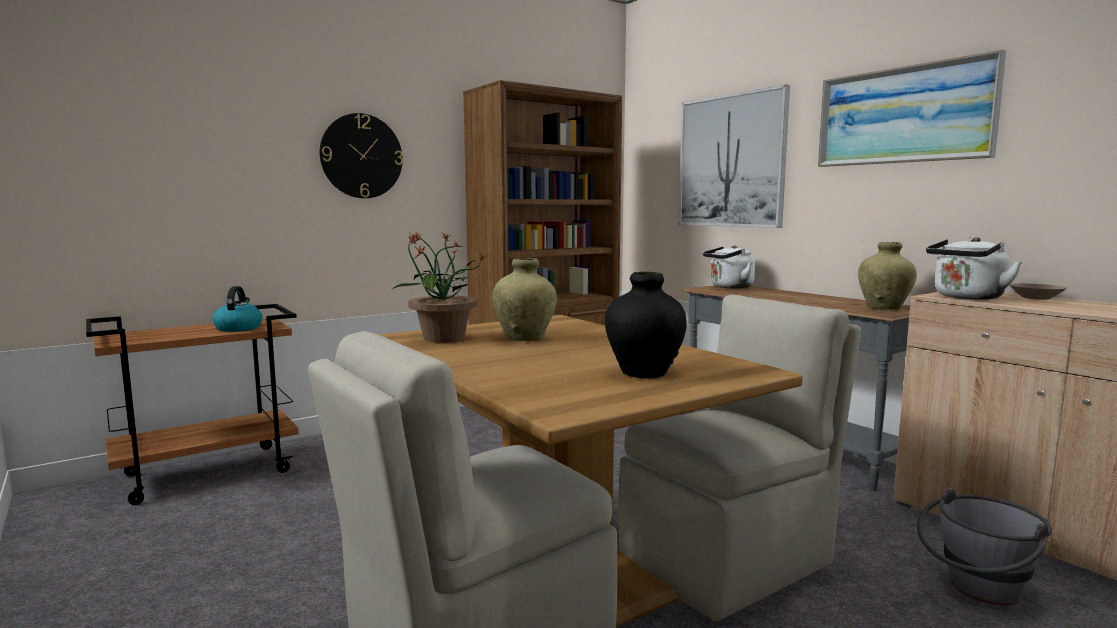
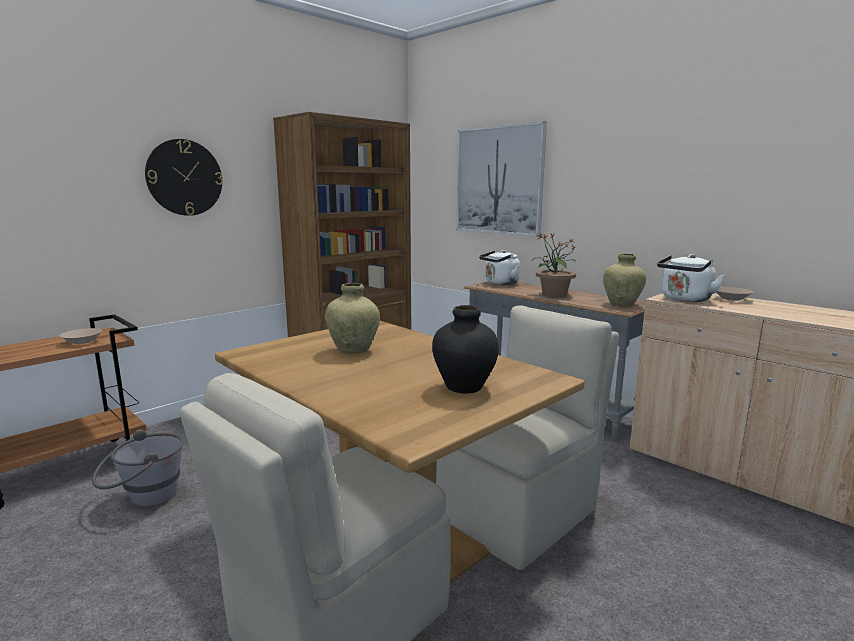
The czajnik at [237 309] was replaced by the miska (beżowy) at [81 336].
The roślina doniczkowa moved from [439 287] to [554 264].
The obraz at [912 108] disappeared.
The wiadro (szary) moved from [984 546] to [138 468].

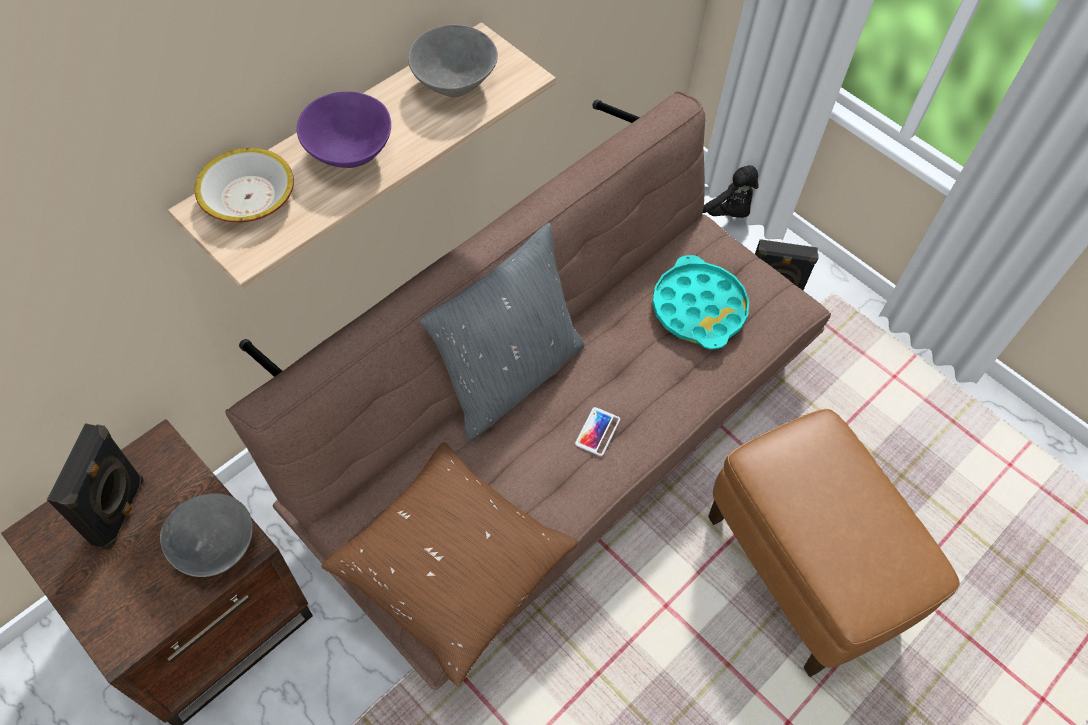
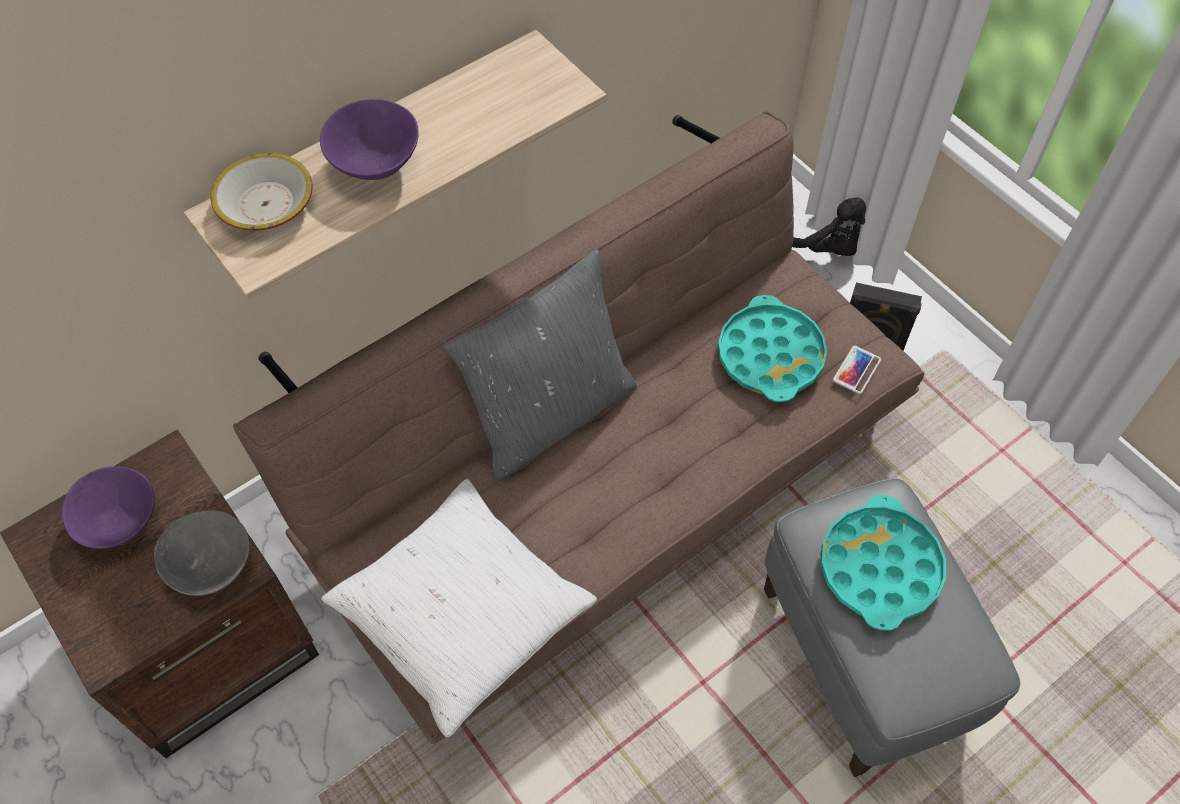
The głośnik (czarny) at [95 486] was replaced by the miska (fioletowy) at [108 507].
The poduszka (brązowy) at [449 564] became the poduszka (biały) at [459 608].
The miska (szary) at [453 61] disappeared.
The telefon moved from [597 431] to [857 370].
The pufa (brązowy) at [834 543] became the pufa (szary) at [892 627].
The taca (turkusowy) at [883 563] appeared.

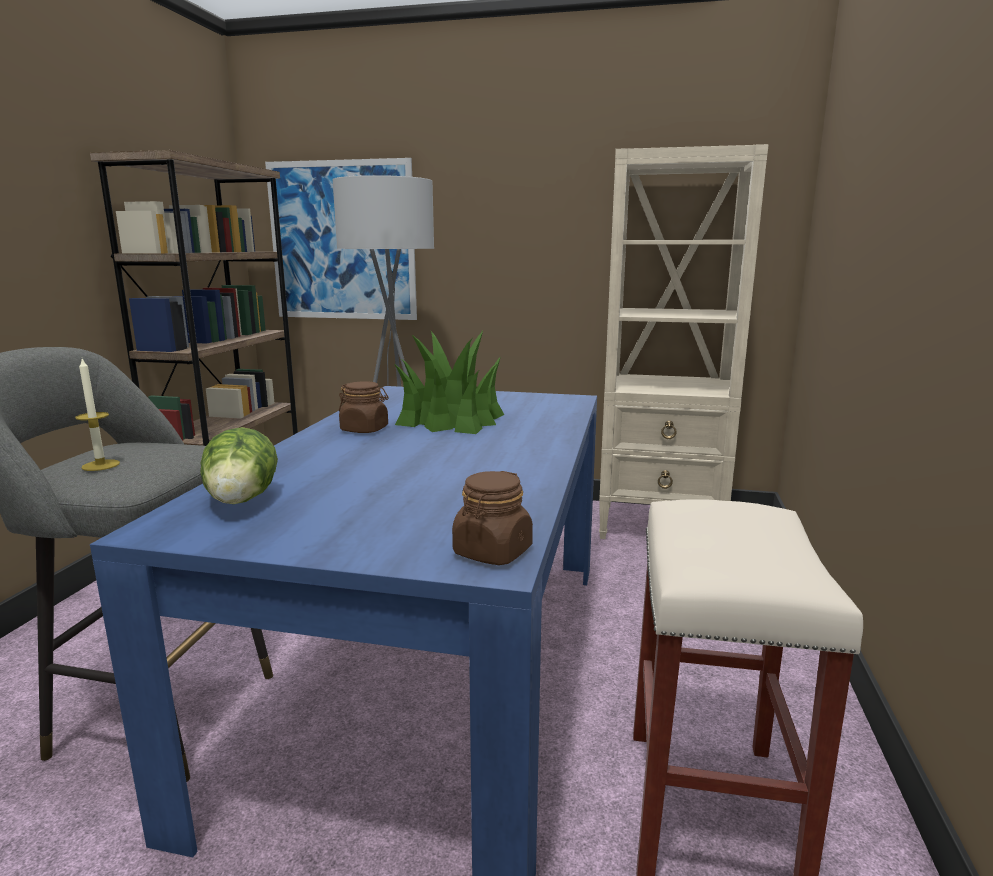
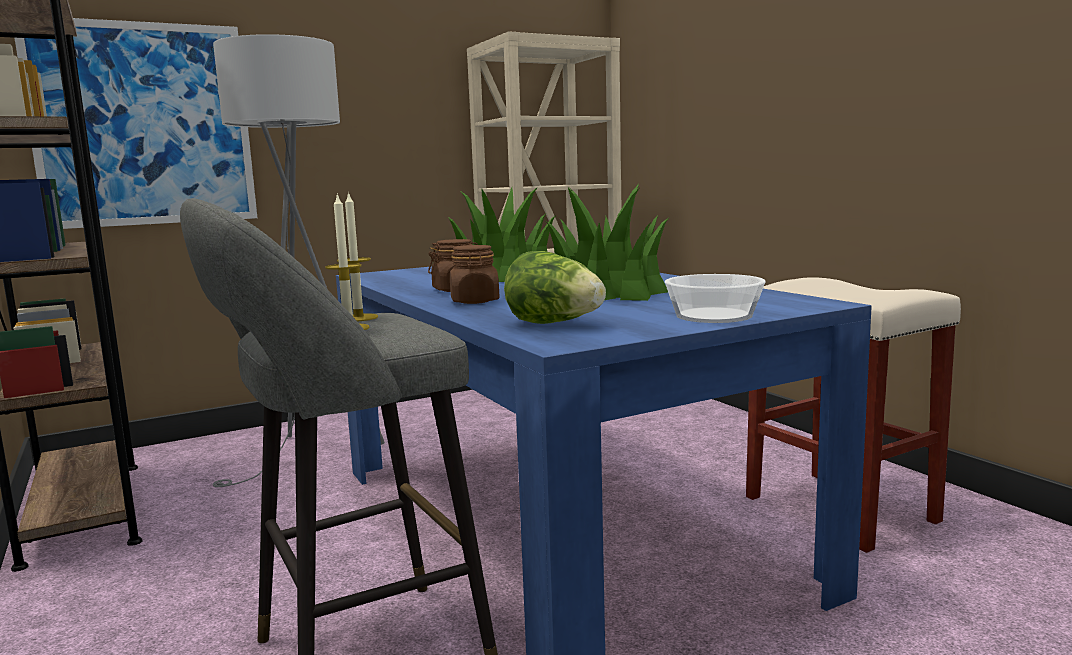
The słoik (brązowy) moved from [492 518] to [475 274].
The świeca at [357 256] appeared.
The roślina doniczkowa at [607 242] appeared.
The miska at [715 298] appeared.

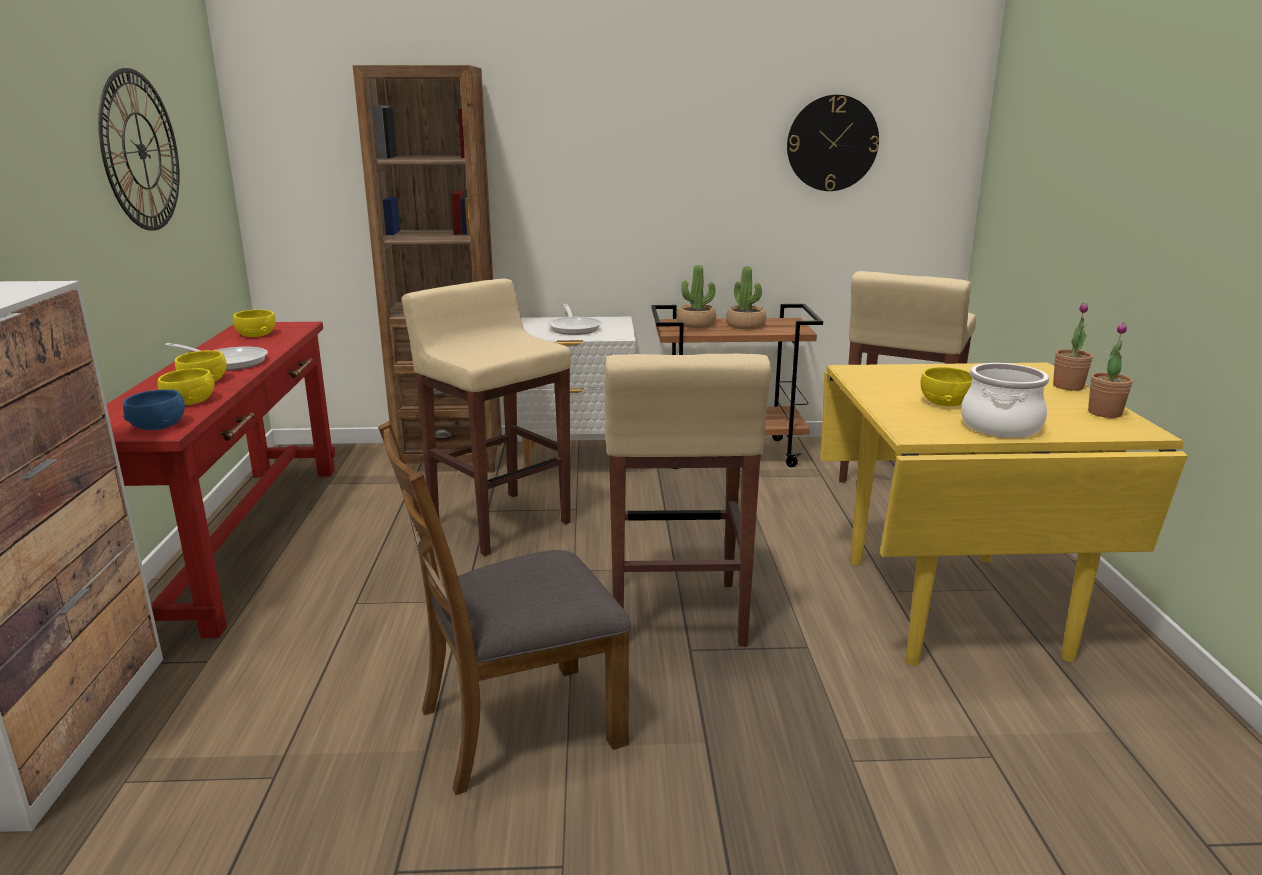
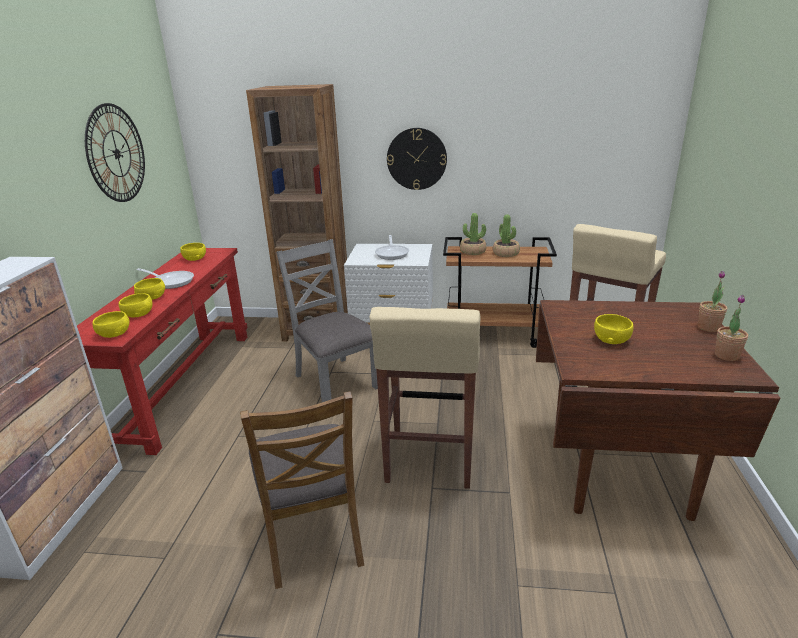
The miska (niebieski) at [154 409] became the miska (żółty) at [111 324].
The krzesło (brązowy) at [505 608] turned 90 degrees counterclockwise.
The stołek (beżowy) at [486 417] was replaced by the krzesło (szary) at [327 320].
The zegar ścienny moved from [833 143] to [417 159].
The stół jadalny (żółty) at [1004 514] became the stół jadalny (brązowy) at [658 410].
The garnek at [1005 400] disappeared.

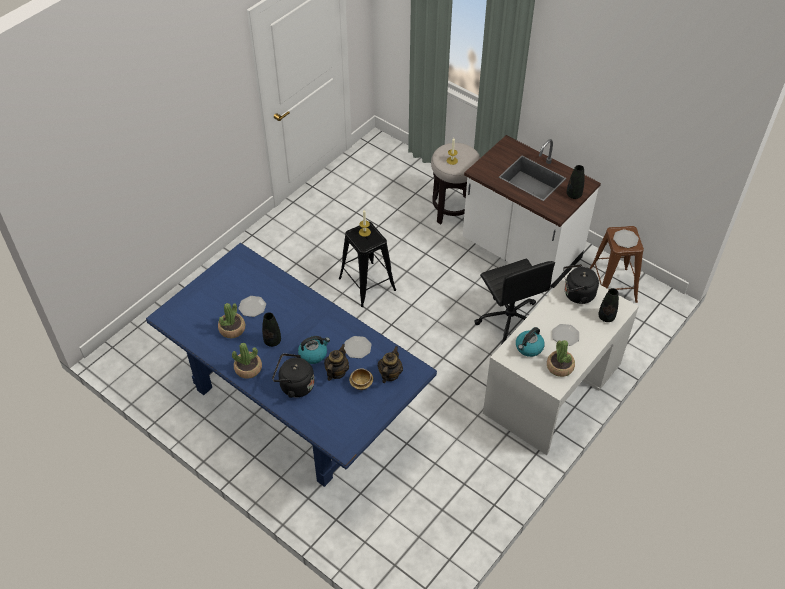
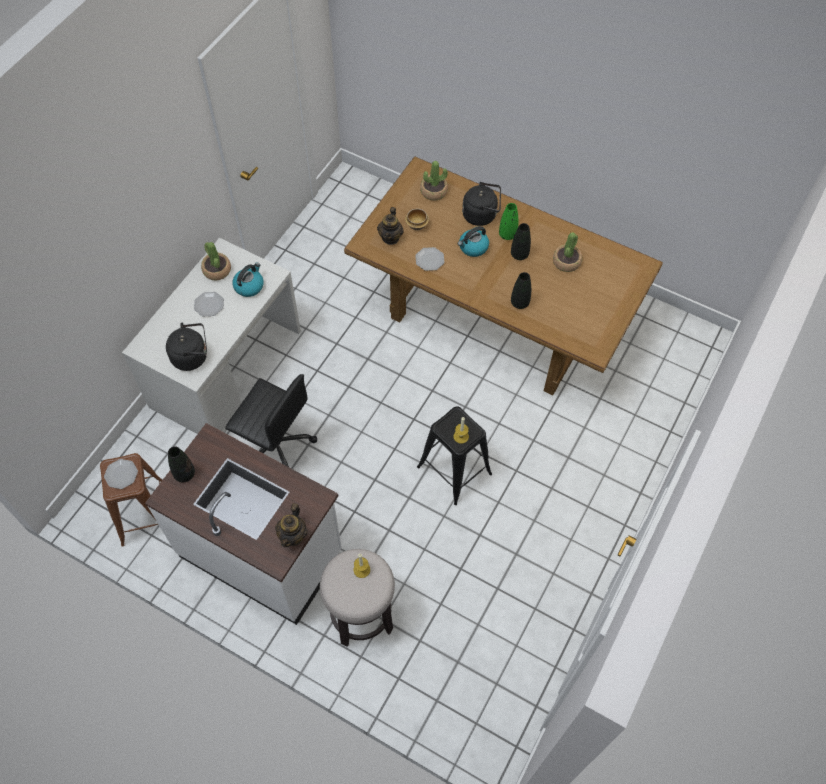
The stół jadalny (niebieski) at [291 365] became the stół jadalny (brązowy) at [503 275].
The roślina doniczkowa moved from [247 361] to [434 181].
The talerz at [252 306] disappeared.
The imbryk moved from [336 362] to [291 525].
The krzesło biurowe (czarny) at [515 302] turned 150 degrees clockwise.
The wazon (czarny) moved from [608 305] to [521 290].
The wazon (zielony) at [508 221] appeared.

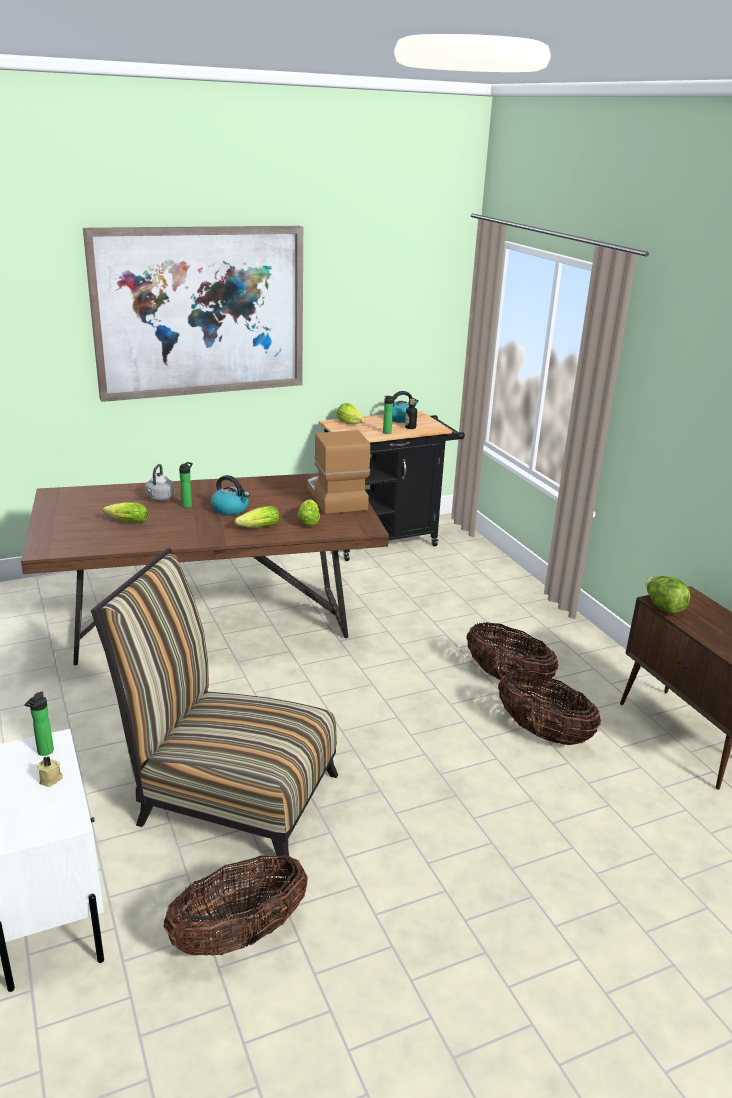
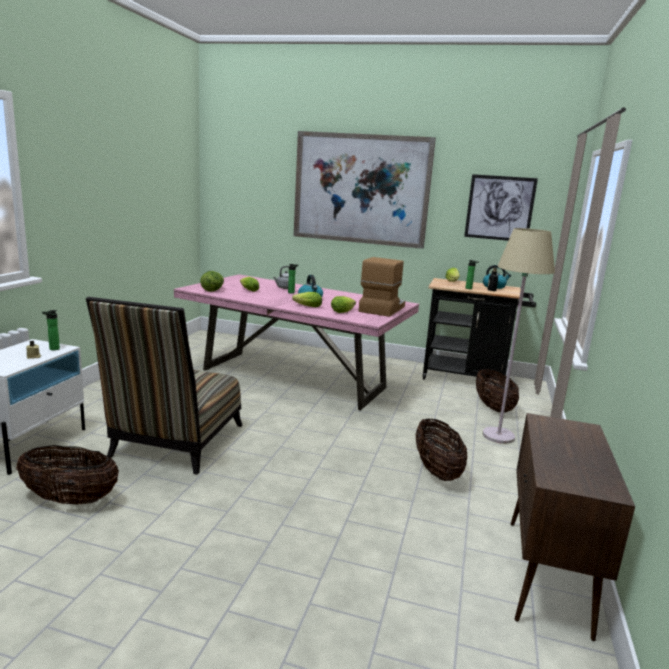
The stół jadalny (brązowy) at [205 569] became the stół jadalny (różowy) at [296 342].
The krzesło at [214 707] turned 135 degrees counterclockwise.
The koszyk moved from [549 708] to [497 391].
The sałata moved from [668 595] to [212 281].
The obraz at [501 207] appeared.
The lampa stojąca (beżowy) at [518 336] appeared.

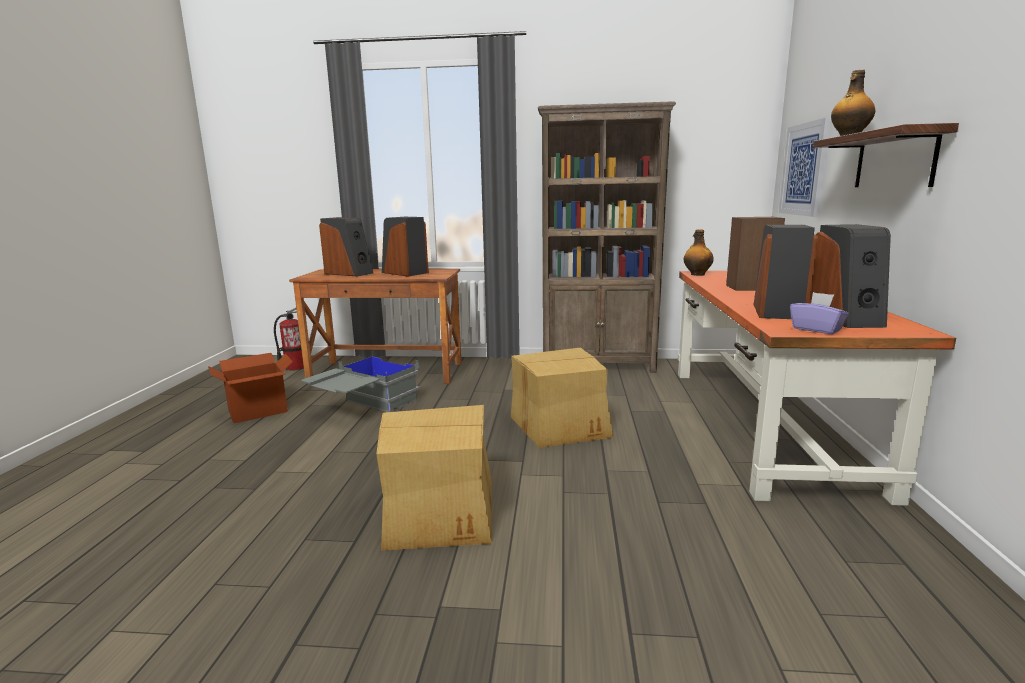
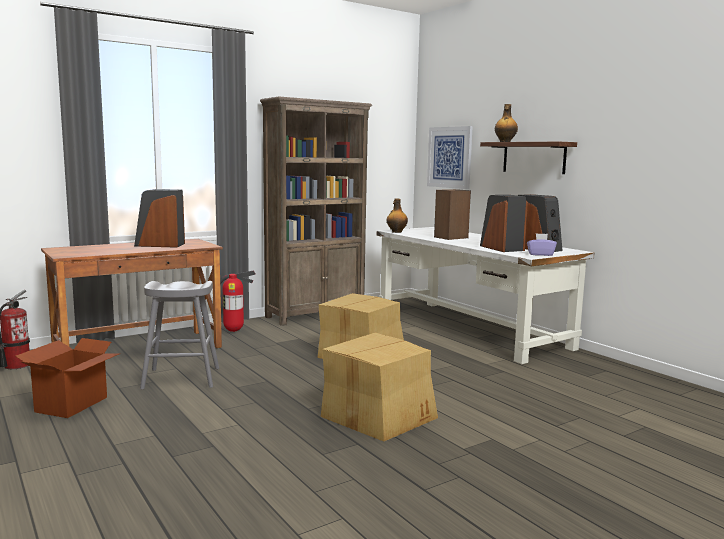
The pojemnik do przechowywania (szary) at [360 382] was replaced by the stołek (szary) at [179 335].
The głośnik at [346 246] disappeared.
The biurko (pomarańczowy) at [817 388] became the biurko (biały) at [486 295].
The gaśnica at [238 301] appeared.

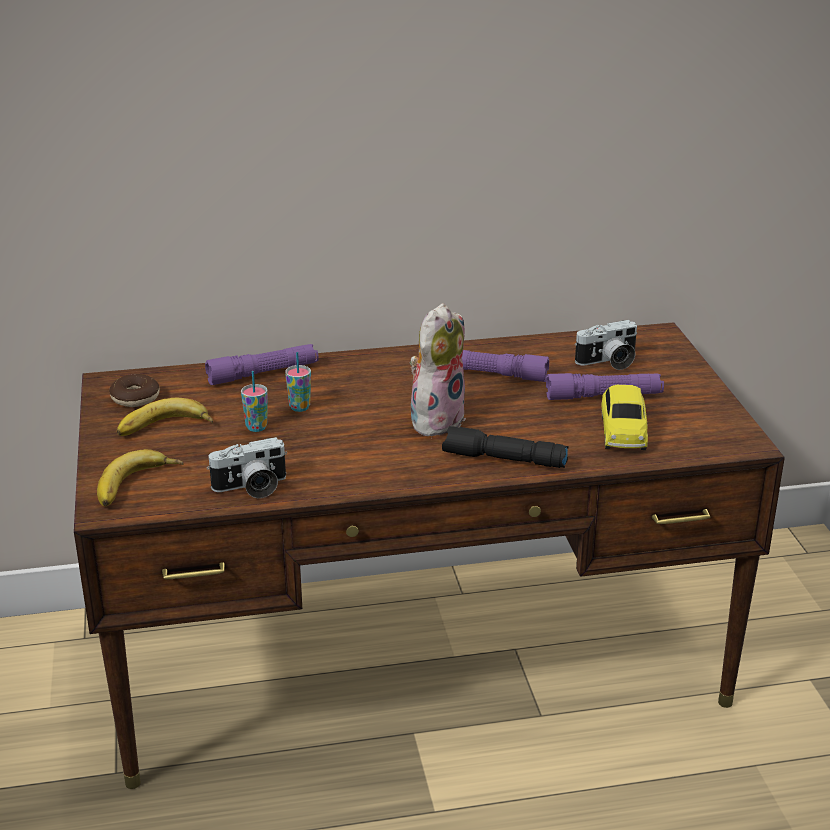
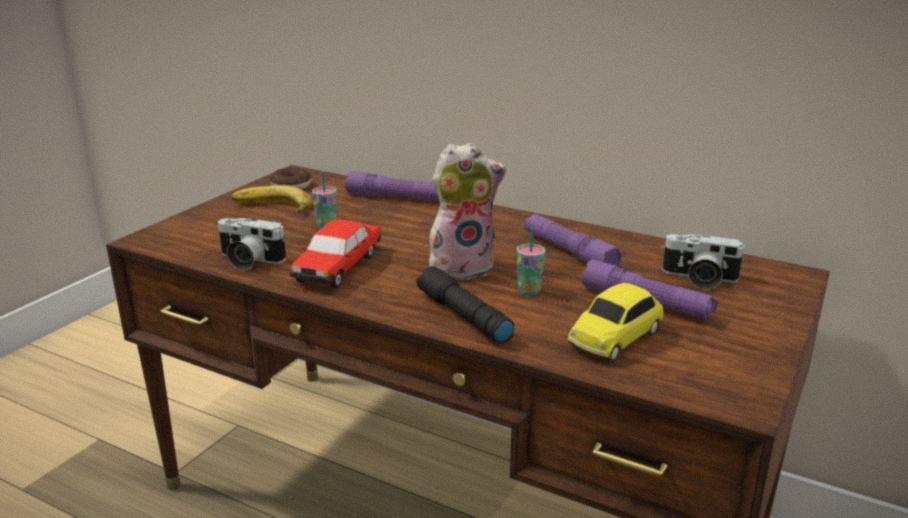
The banan at [140 477] disappeared.
The filiżanka moved from [298 382] to [531 261].
The samochodzik at [336 254] appeared.

